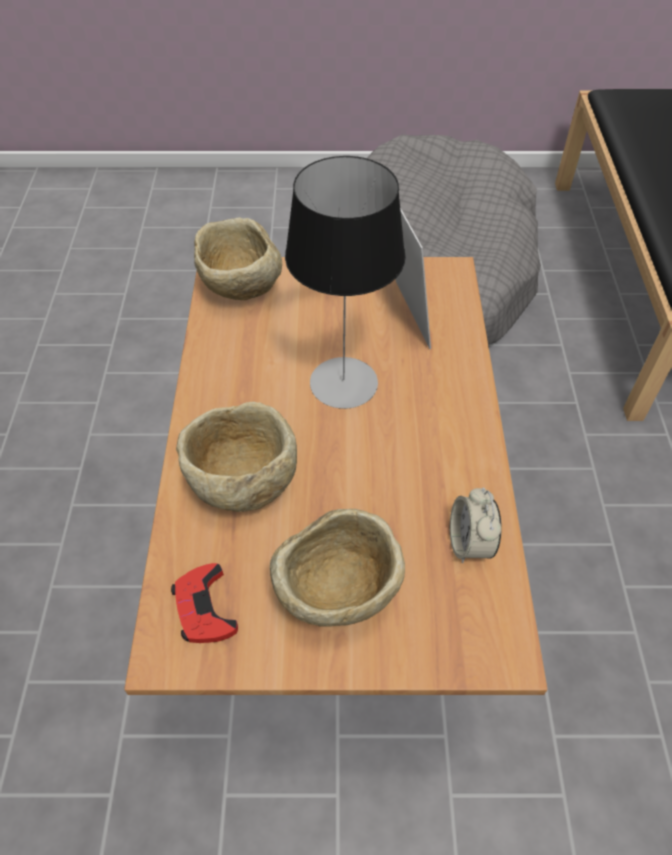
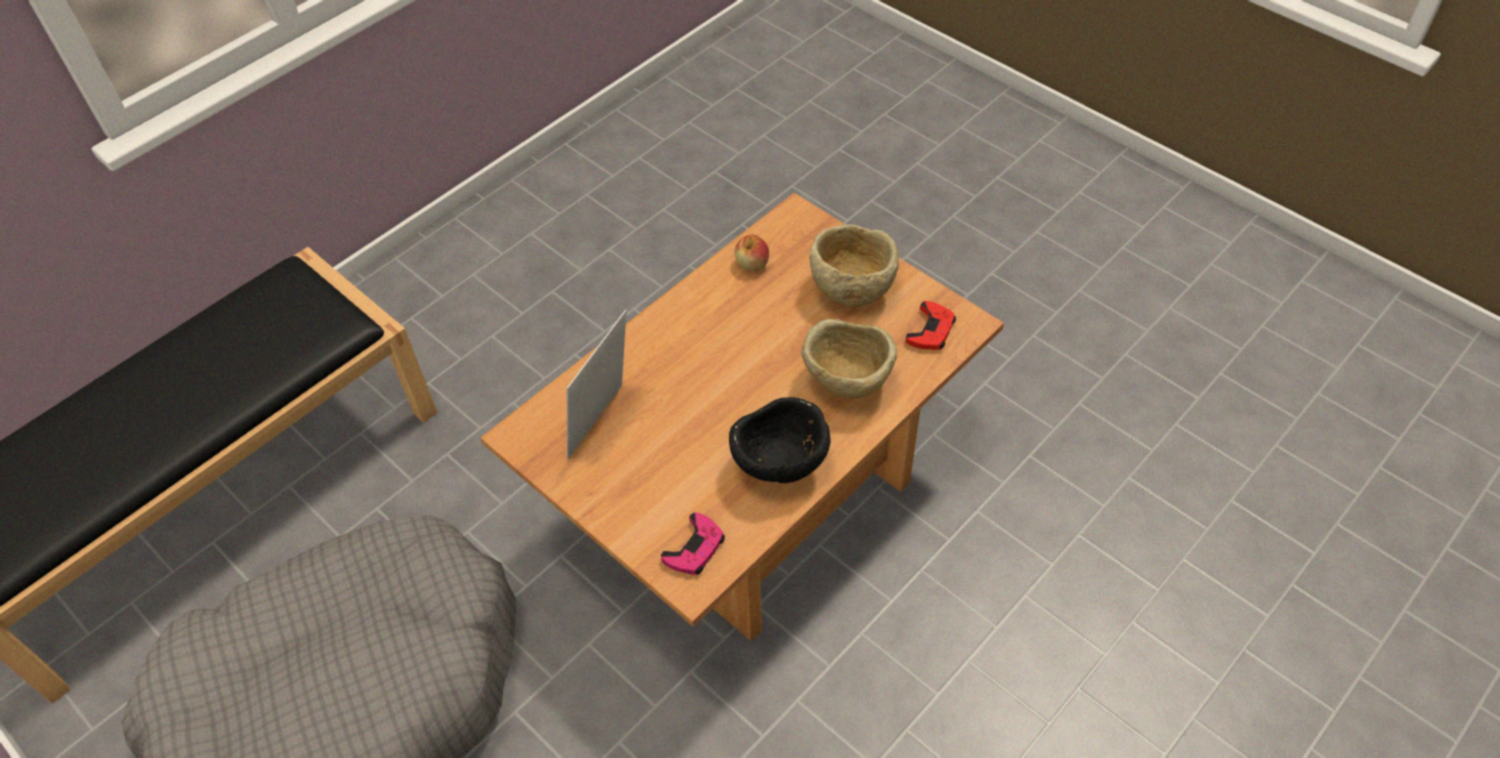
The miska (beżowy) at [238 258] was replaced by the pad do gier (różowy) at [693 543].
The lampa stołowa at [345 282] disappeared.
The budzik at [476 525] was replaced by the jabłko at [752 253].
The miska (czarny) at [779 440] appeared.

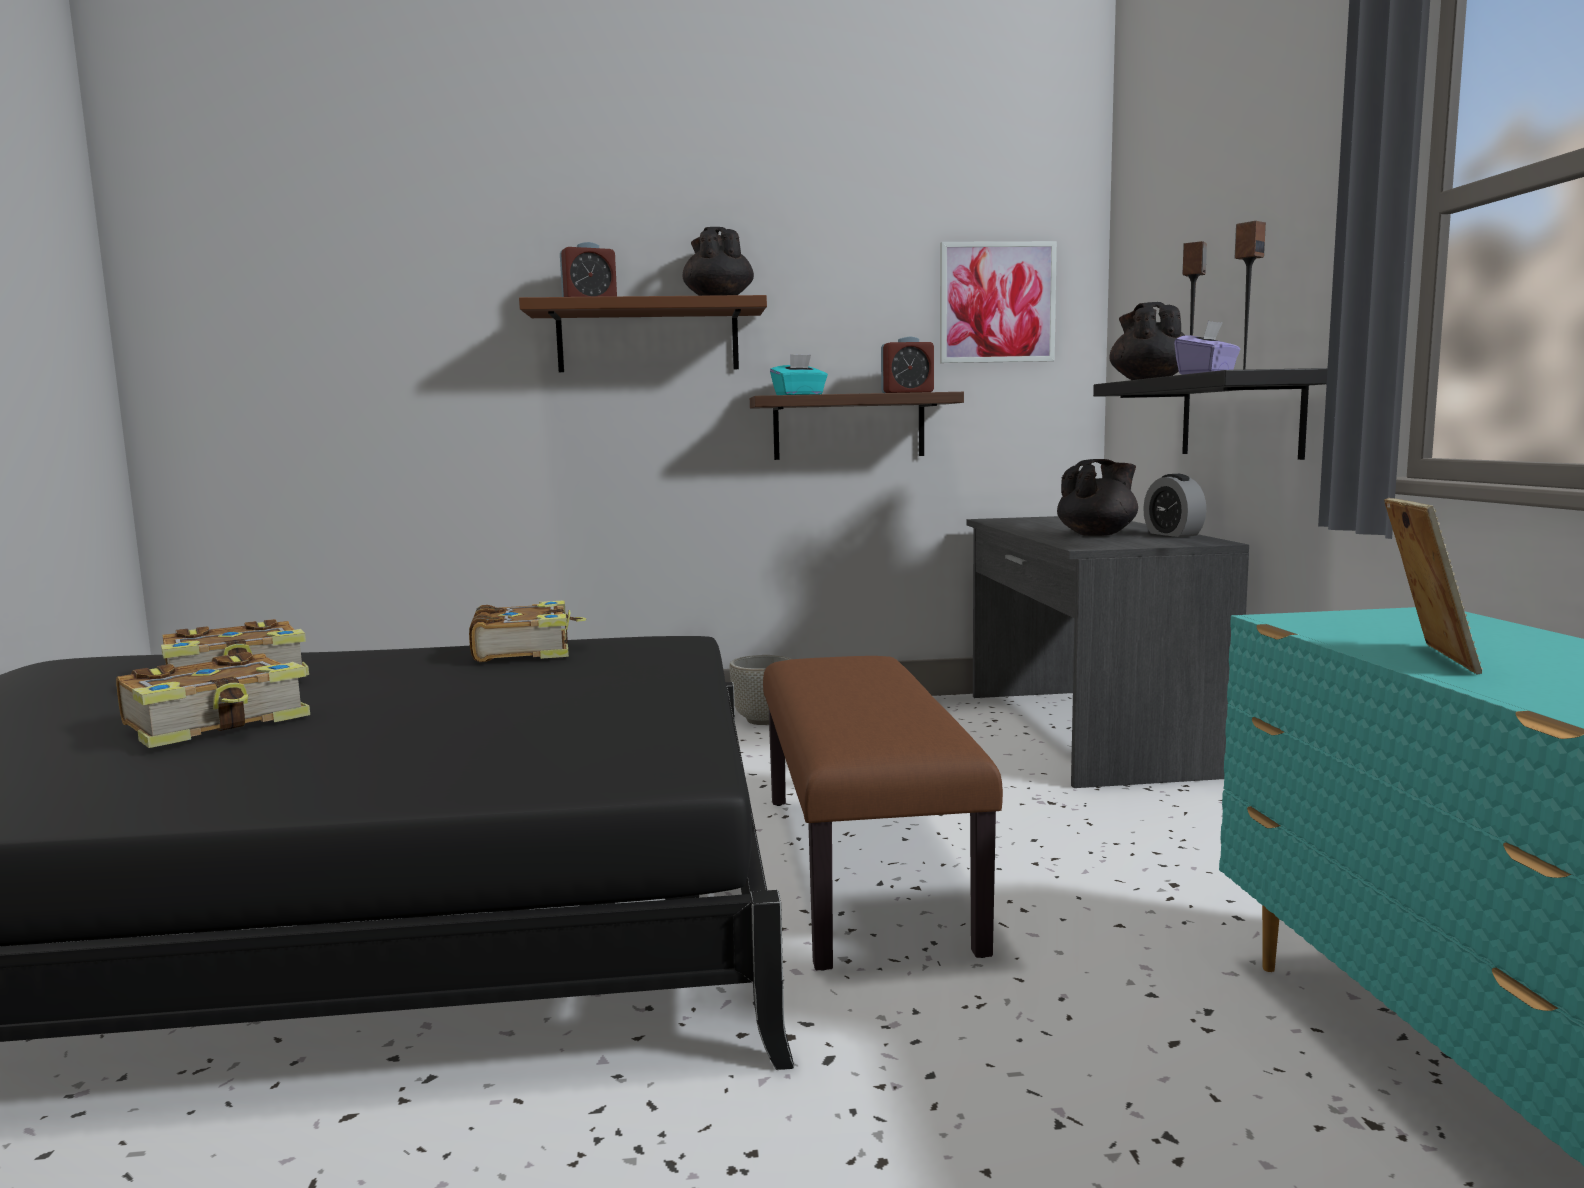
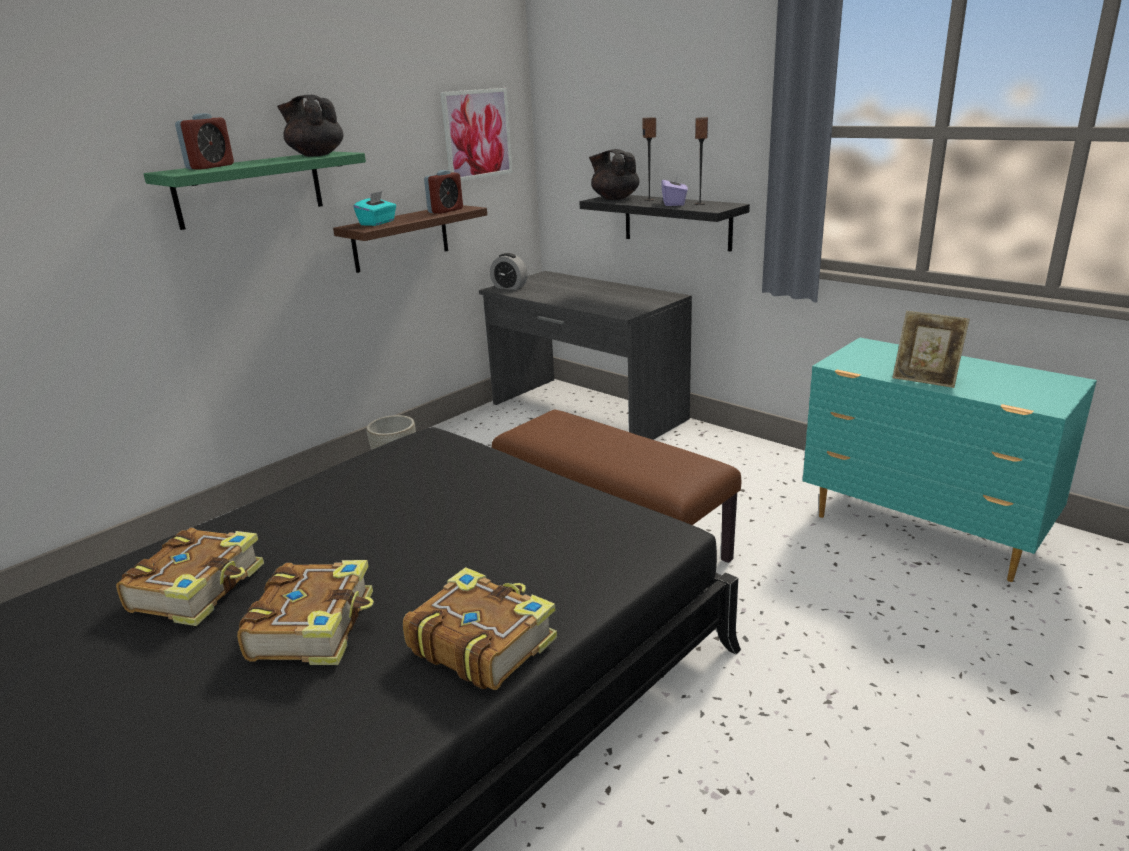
The książka moved from [527 631] to [480 628].
The półka (brązowy) at [643 333] became the półka (zielony) at [254 190].
The imbryk (czarny) at [1097 497] disappeared.
The budzik moved from [1174 505] to [509 271].
The ramka na zdjęcie at [1433 586] turned 150 degrees clockwise.

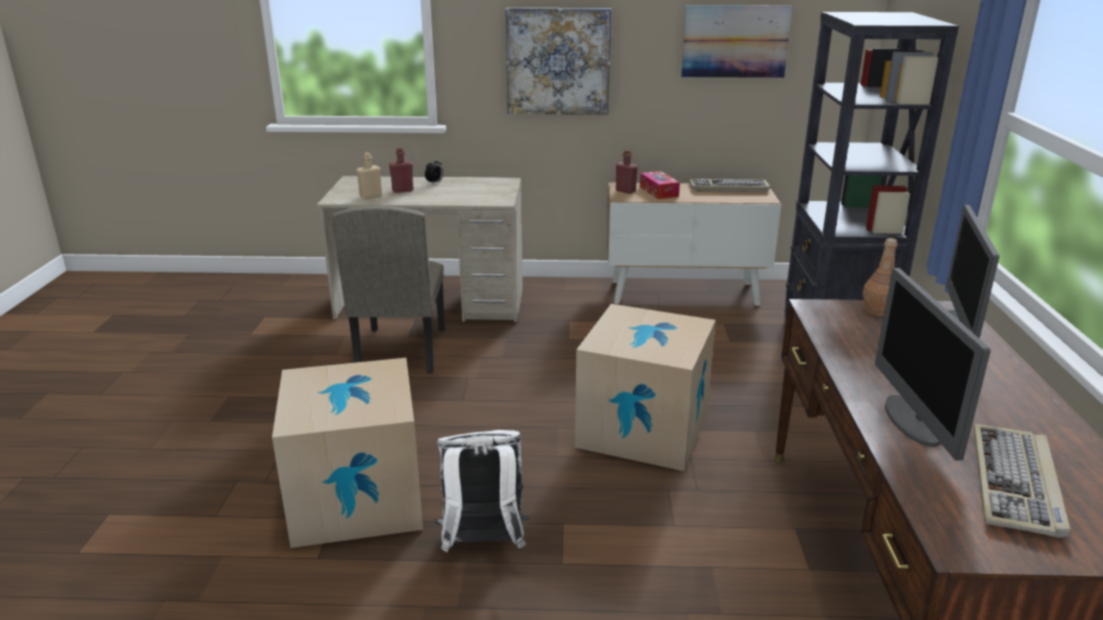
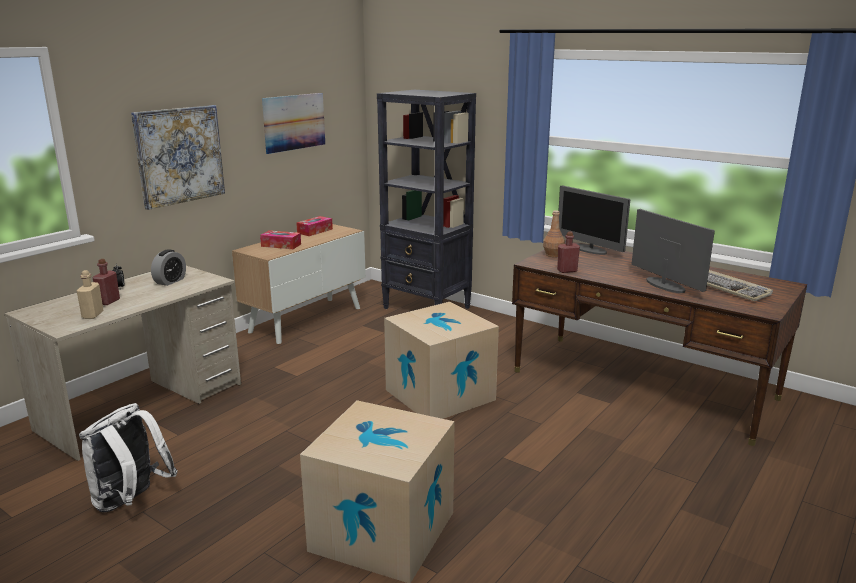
The krzesło (beżowy) at [388 289] disappeared.
The plecak (biały) moved from [481 491] to [128 457].
The butelka (czerwony) moved from [627 172] to [568 252].
The klawiatura at [729 185] was replaced by the pudełko chusteczek at [314 226].
The monitor at [933 364] turned 150 degrees counterclockwise.
The budzik at [168 267] appeared.

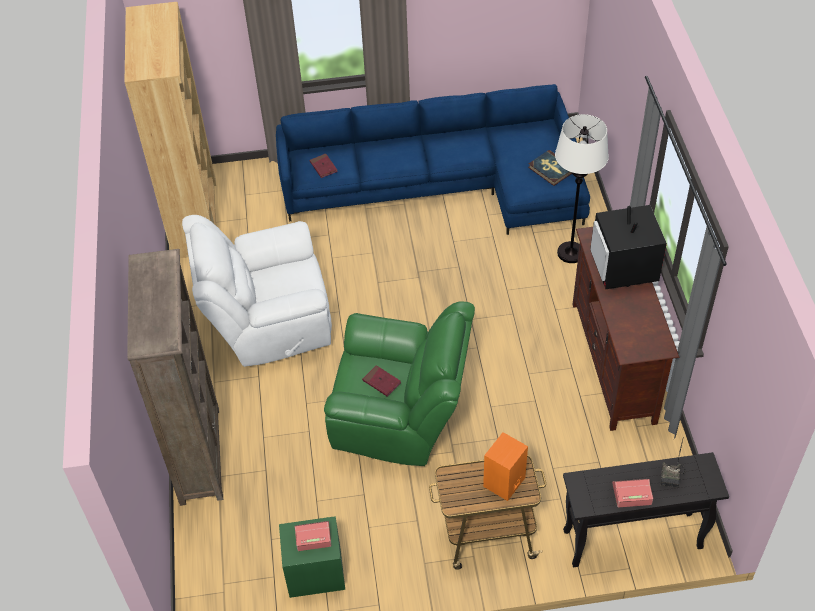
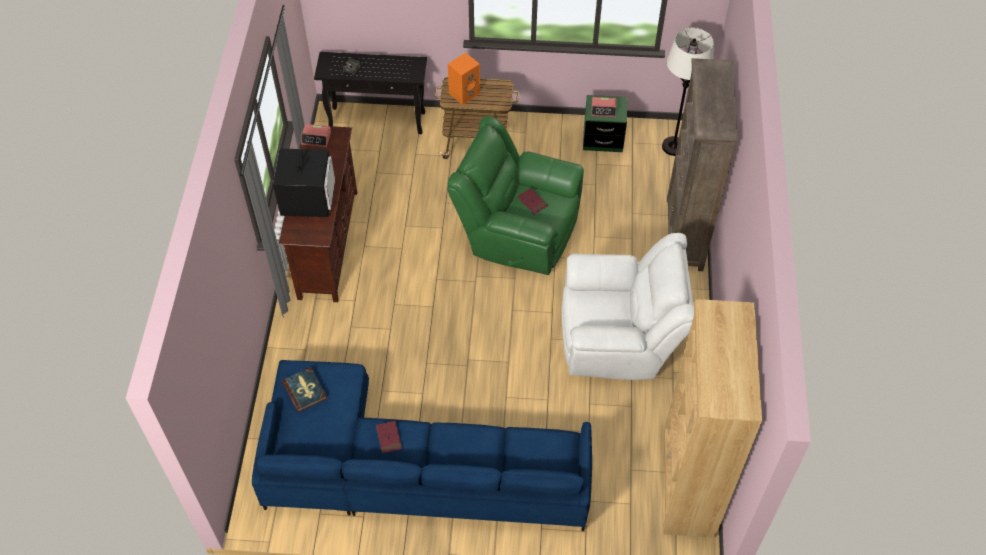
The książka (czerwony) moved from [324 166] to [389 437].
The lampa stojąca (biały) moved from [582 188] to [688 92].
The budzik moved from [632 493] to [316 135].

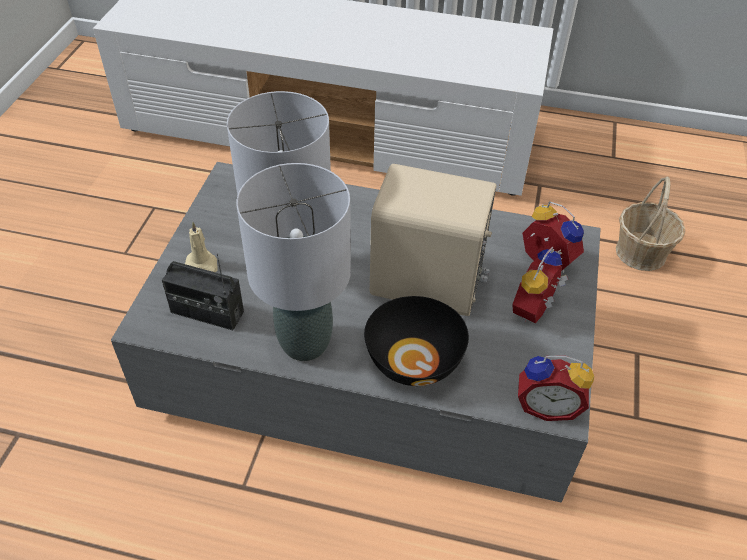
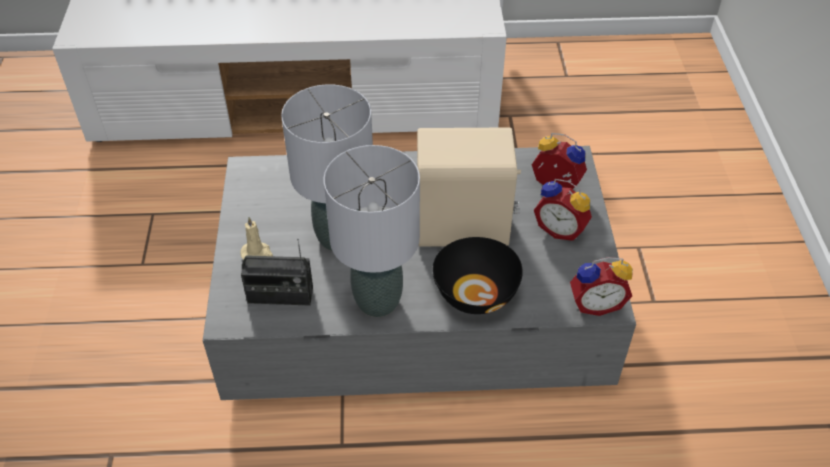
The budzik at [540 285] turned 75 degrees counterclockwise.
The koszyk at [650 223] disappeared.

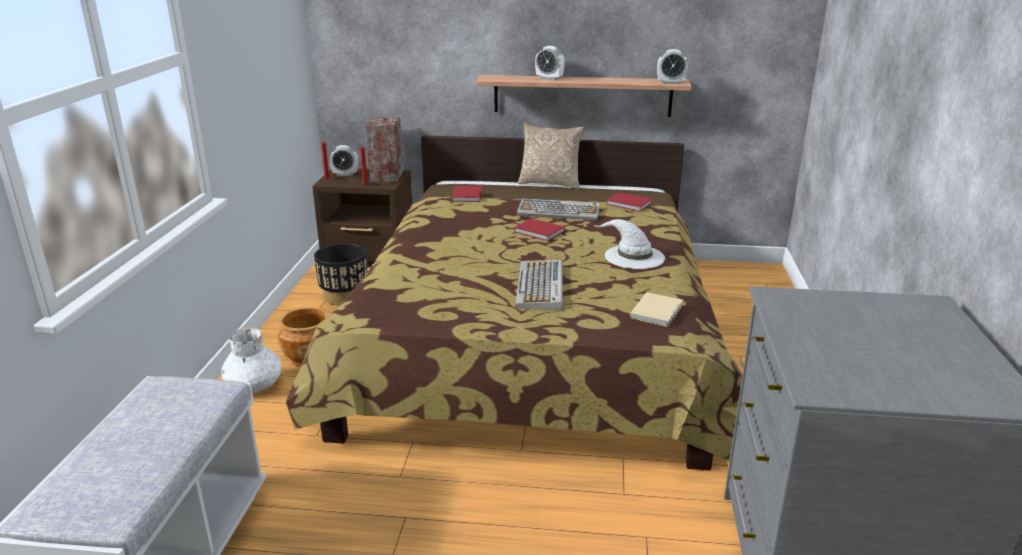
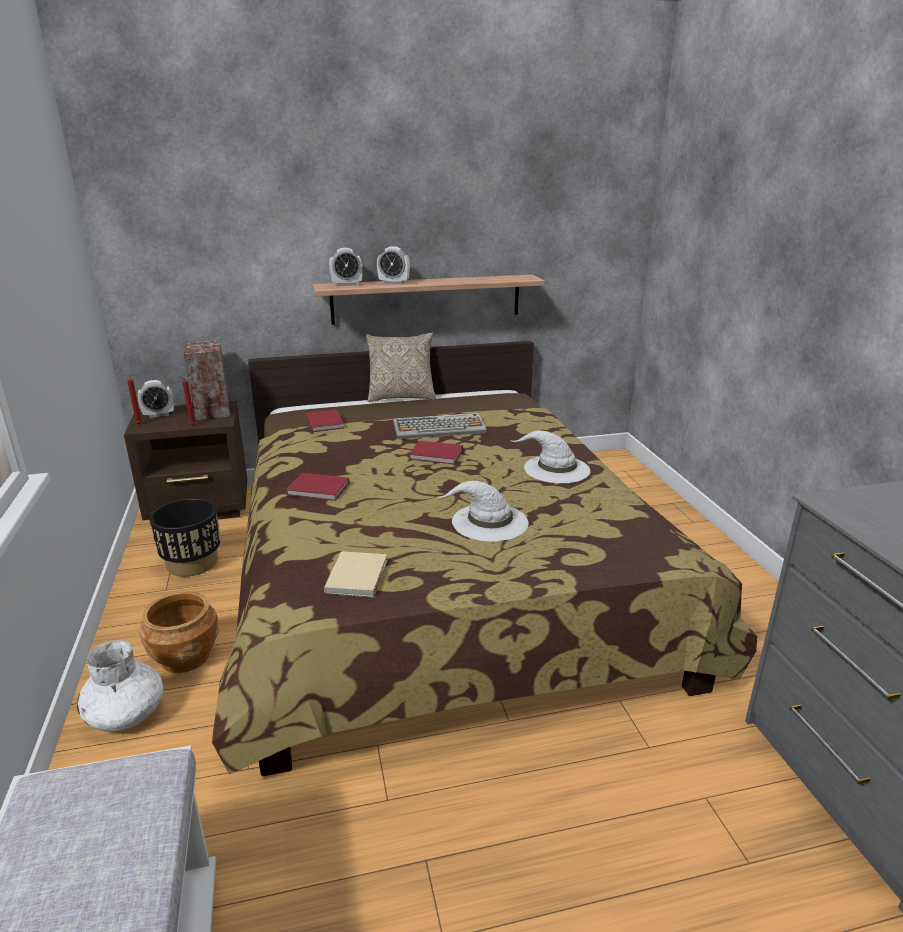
The klawiatura at [539 285] was replaced by the kapelusz (biały) at [482 511].
The książka (czerwony) moved from [629 202] to [317 487].
The książka (beżowy) moved from [656 309] to [355 574].
The budzik moved from [672 66] to [346 267].

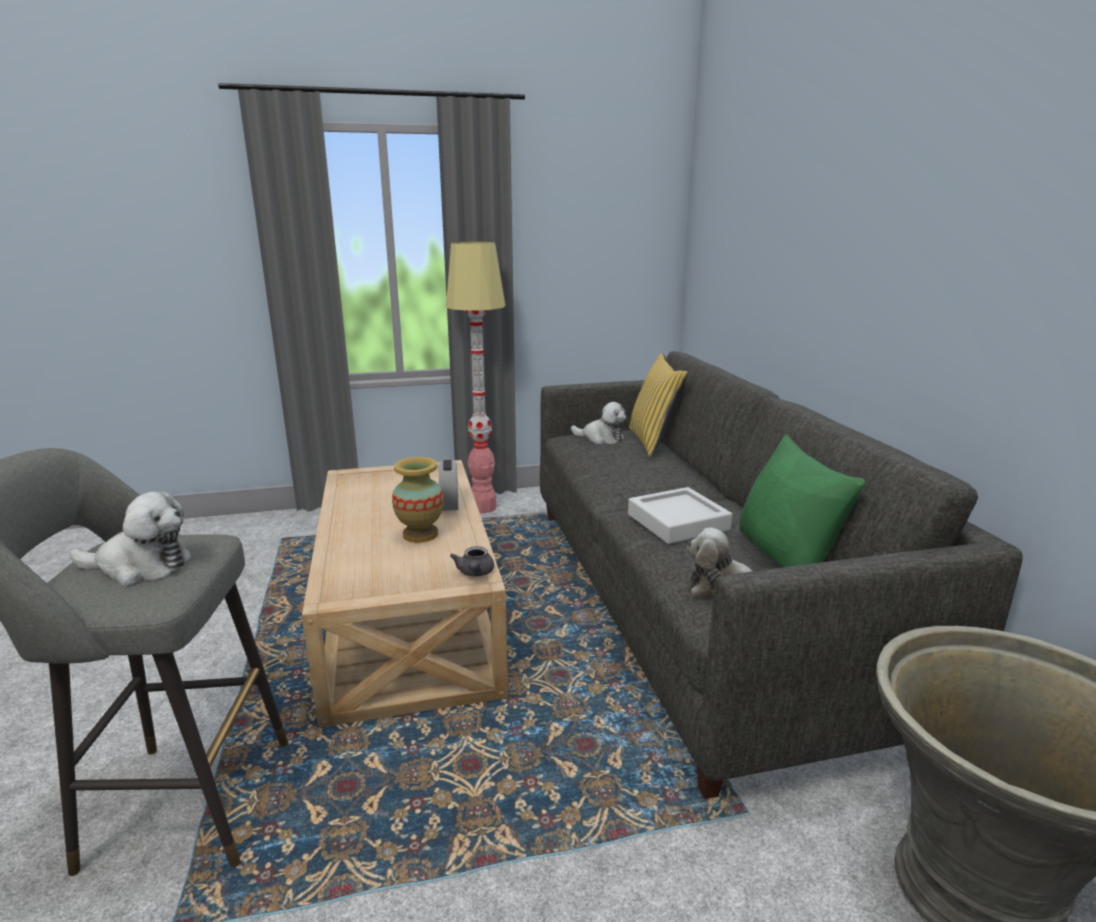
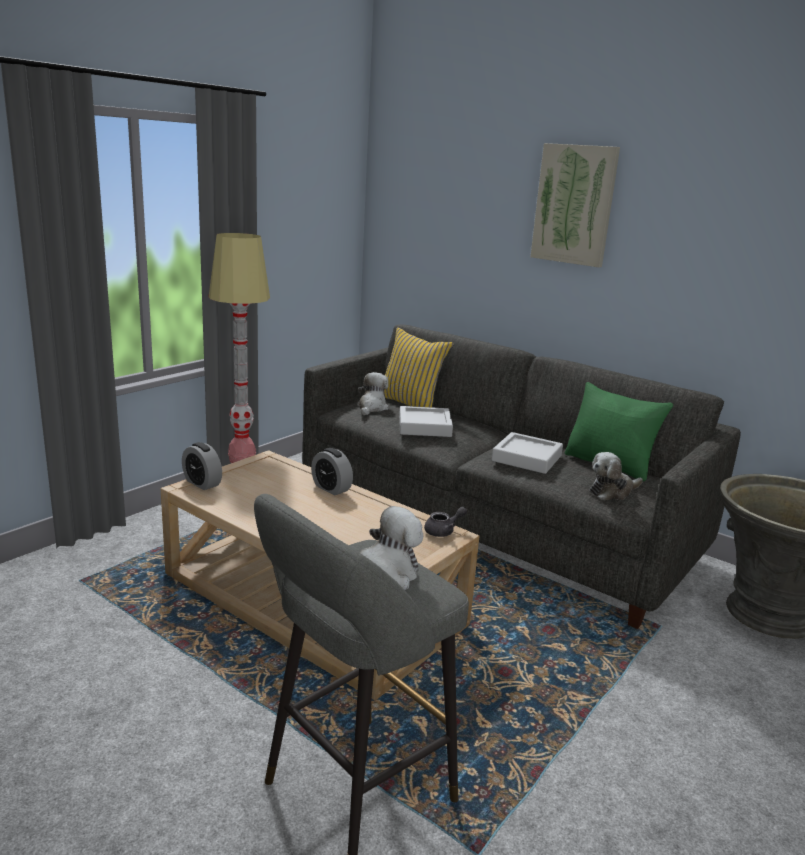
The wazon at [418 500] disappeared.
The imbryk (szary) at [472 561] turned 75 degrees counterclockwise.
The pluszak at [598 423] turned 60 degrees counterclockwise.
The budzik at [202 466] appeared.
The taca (szary) at [426 421] appeared.
The obraz at [575 205] appeared.

